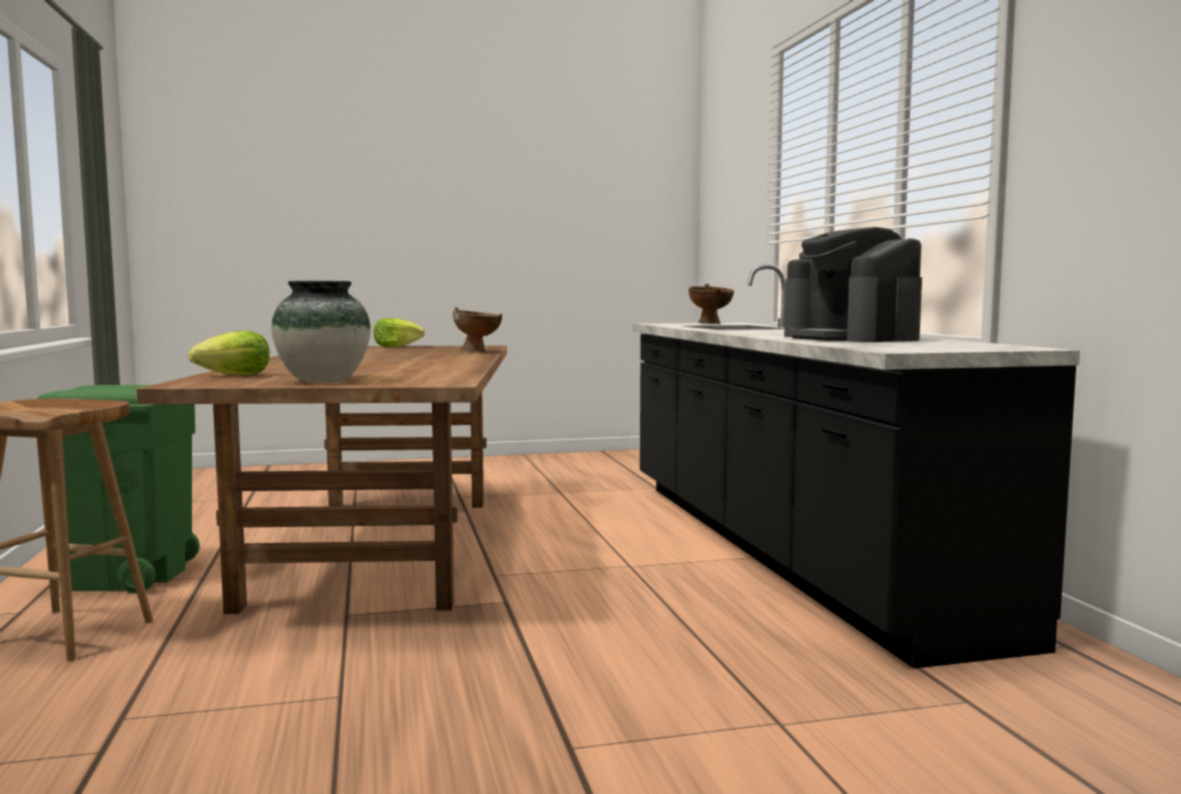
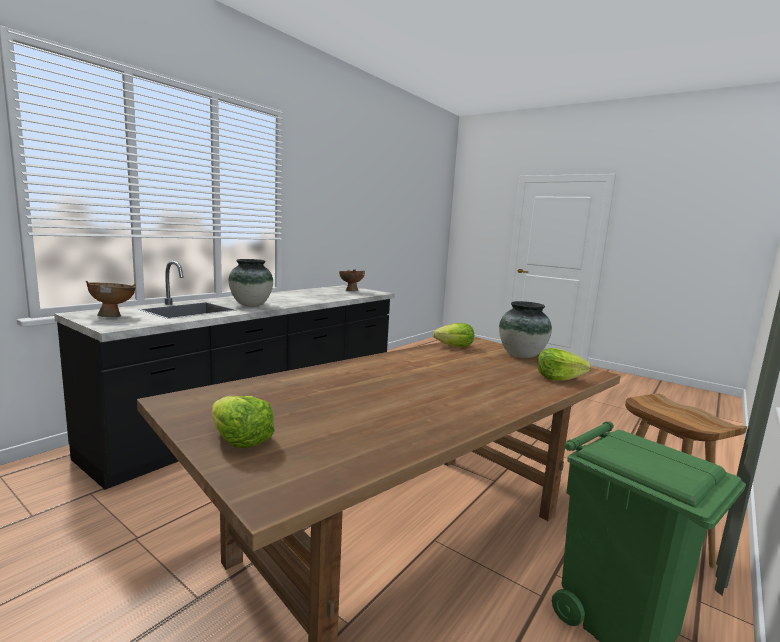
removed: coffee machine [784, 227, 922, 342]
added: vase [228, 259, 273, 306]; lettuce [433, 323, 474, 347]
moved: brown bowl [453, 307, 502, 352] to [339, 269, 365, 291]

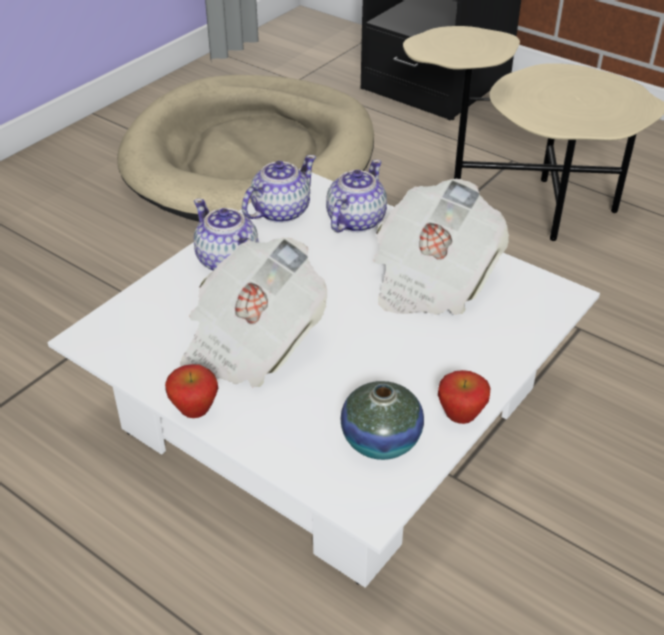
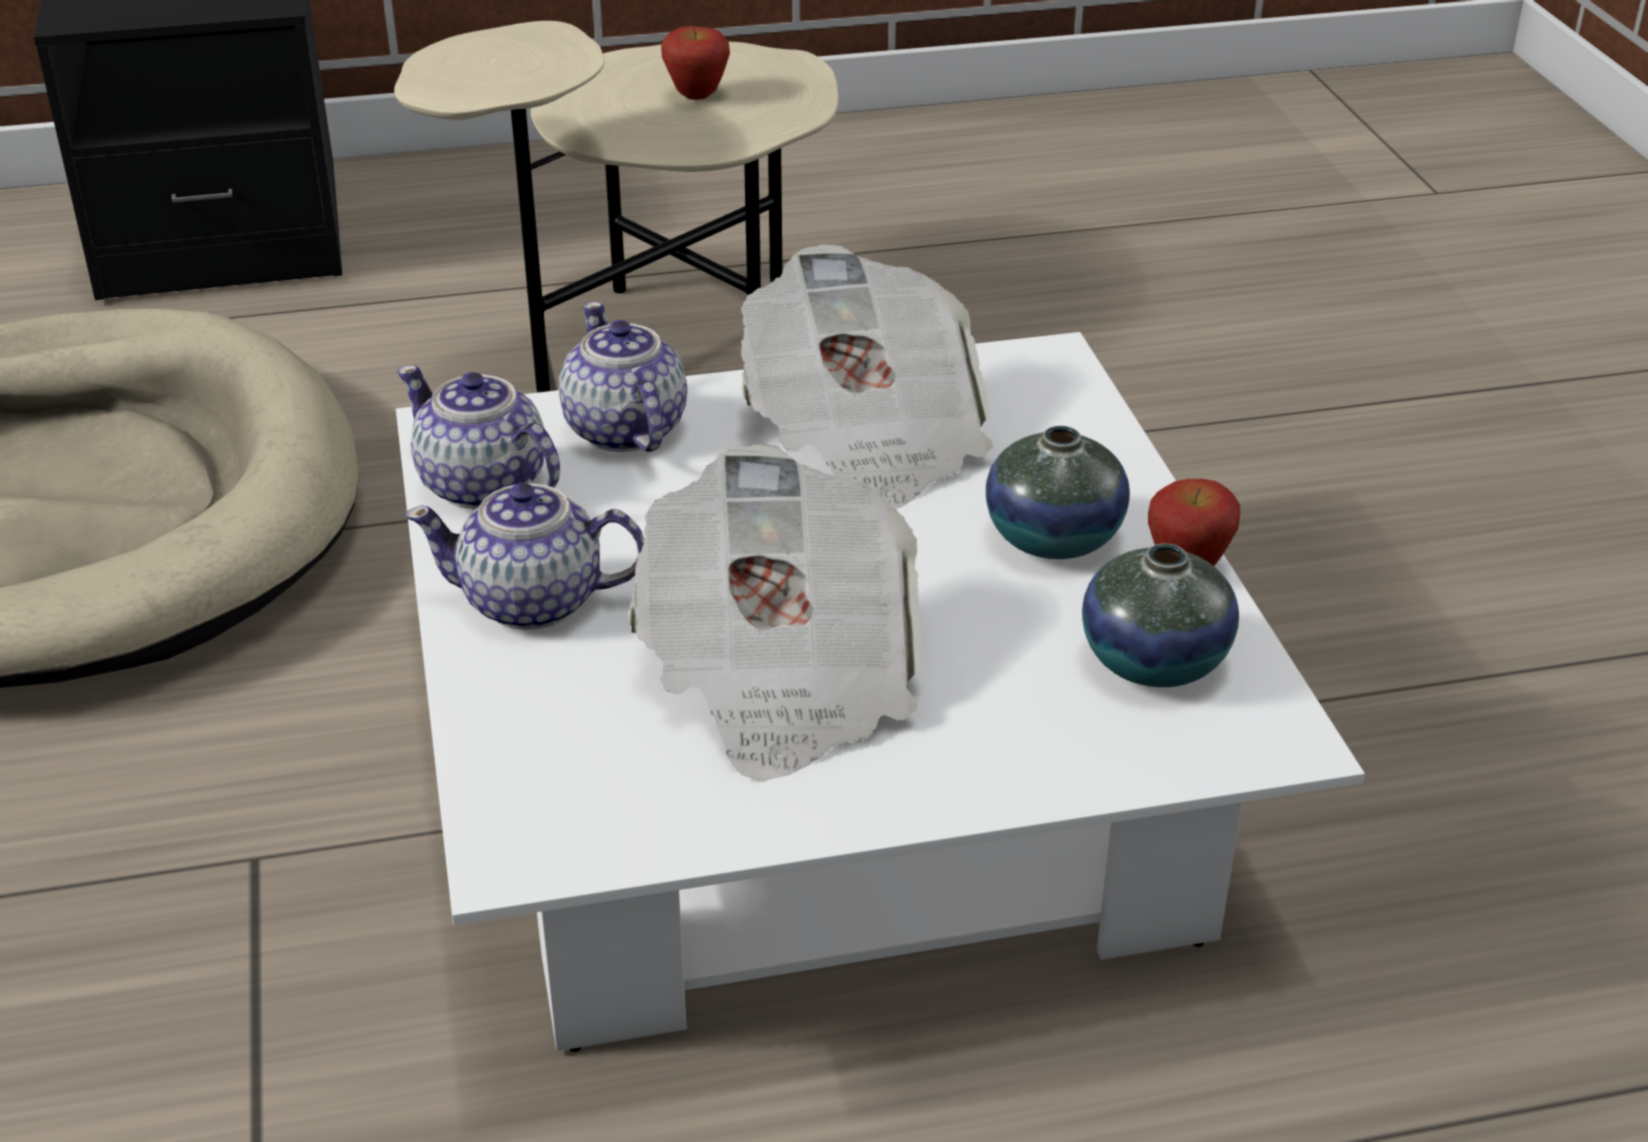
added: vase [986, 426, 1130, 559]
moved: apple [165, 364, 218, 418] to [661, 26, 730, 100]
turned: teapot [242, 155, 316, 223] = [397, 366, 560, 509] 45 degrees counterclockwise

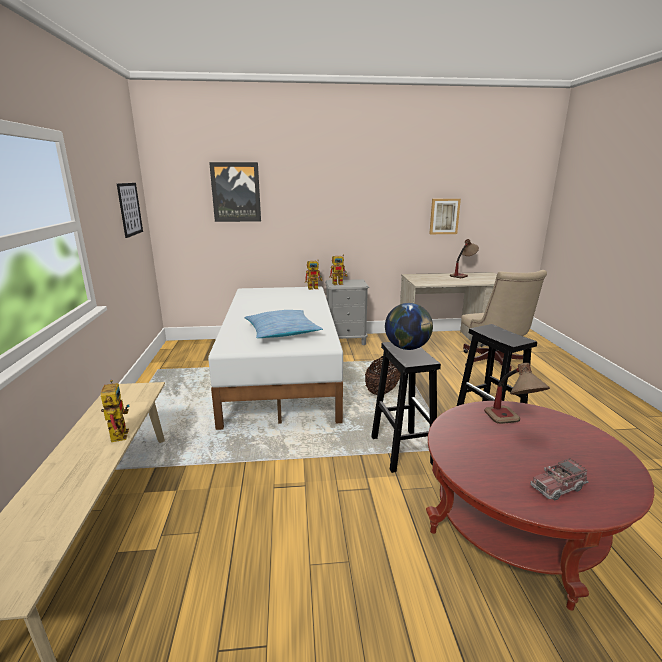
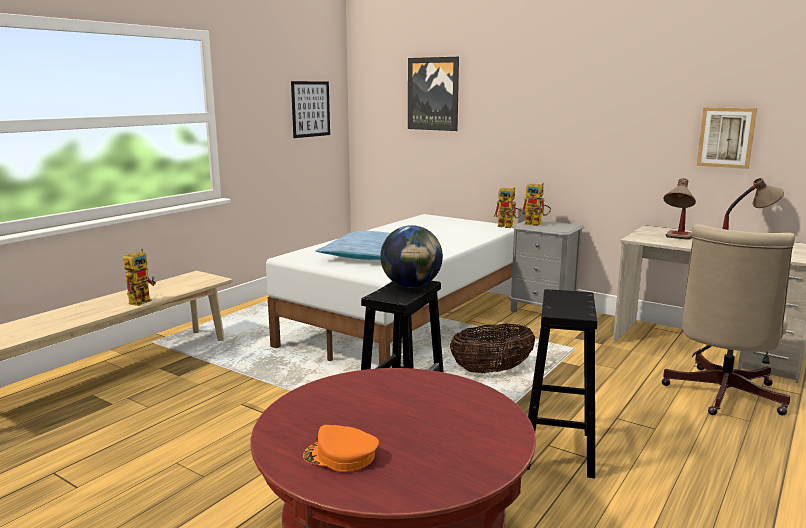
moved: table lamp [484, 363, 550, 424] to [663, 178, 696, 240]
replaced: toy truck [530, 458, 589, 501] to orange cap [303, 425, 379, 472]

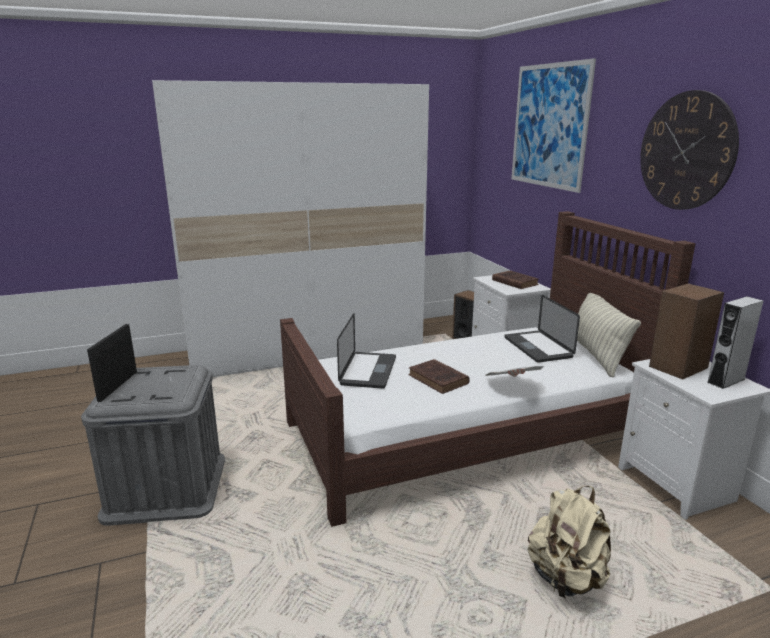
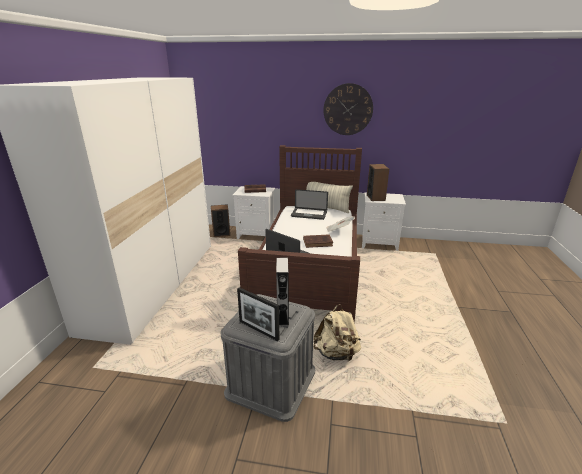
removed: picture [512, 58, 596, 193]
moved: beige backpack [528, 486, 611, 599] to [313, 304, 361, 361]; grey speaker [707, 296, 763, 389] to [276, 258, 289, 326]

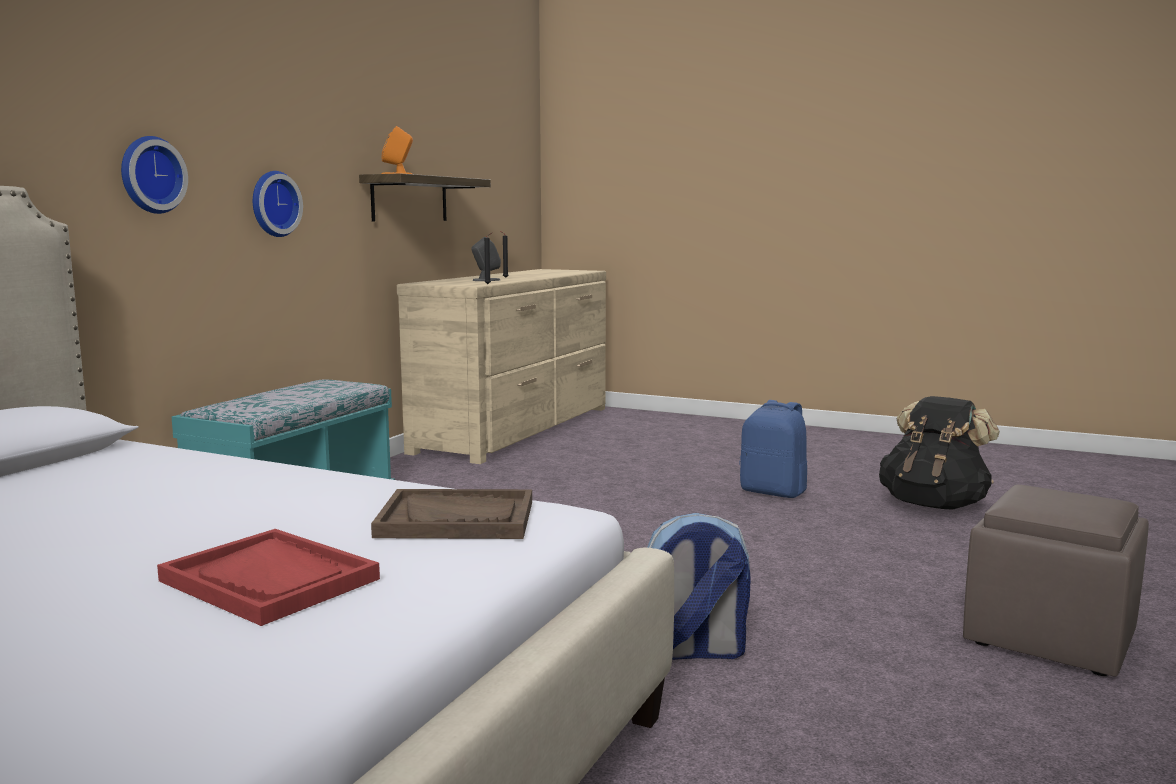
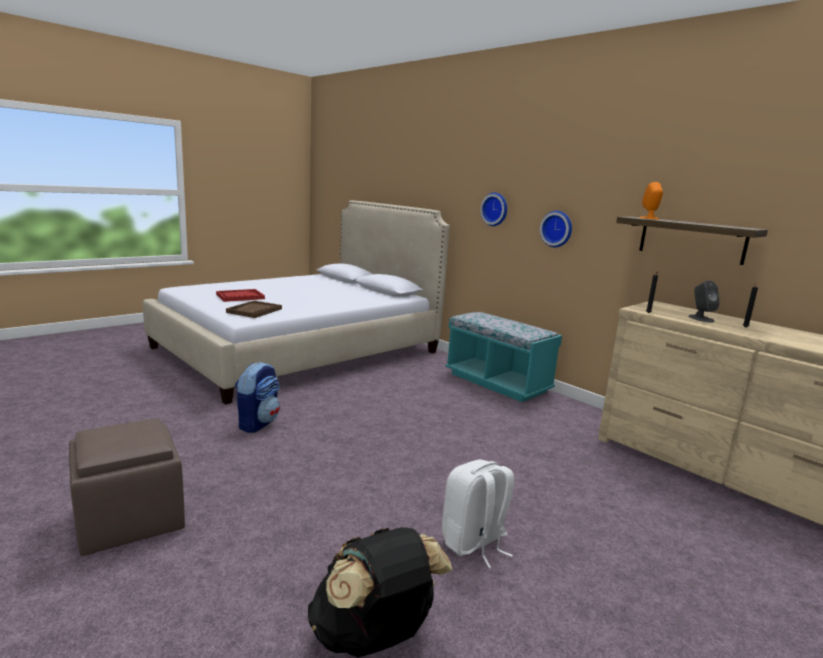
recoloured: blue backpack [740, 400, 807, 498] to white backpack [442, 459, 514, 568]

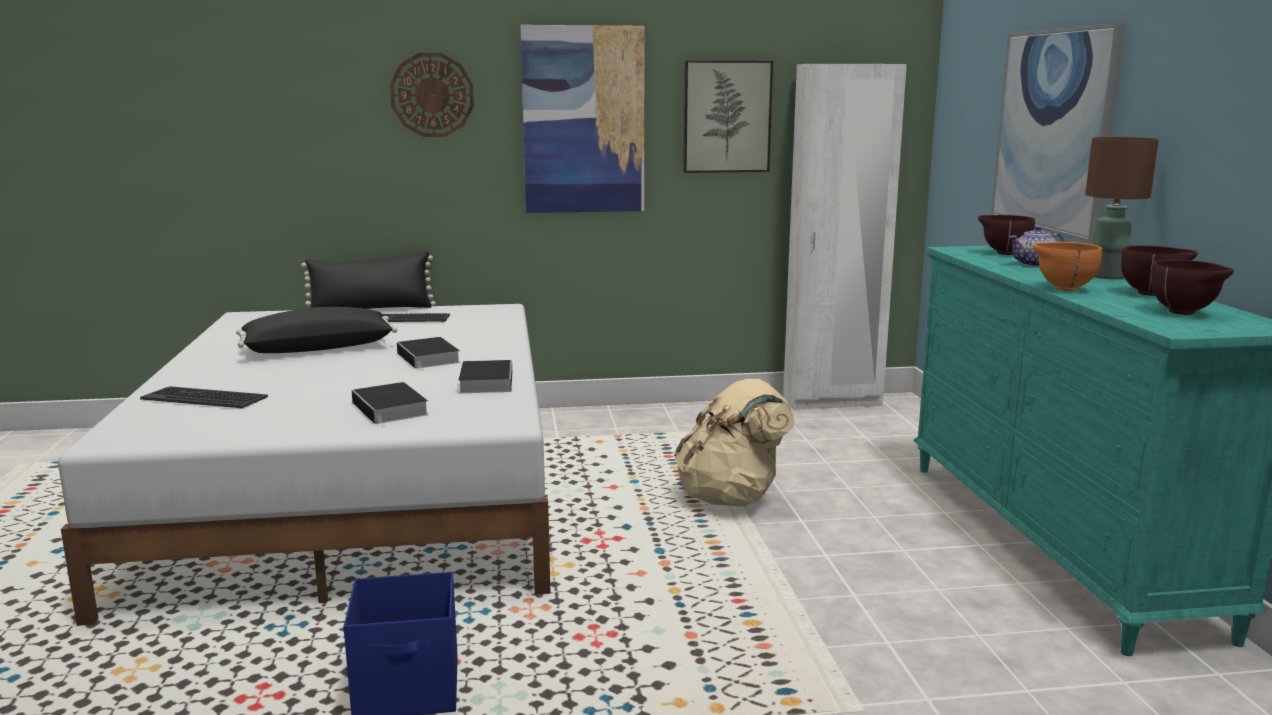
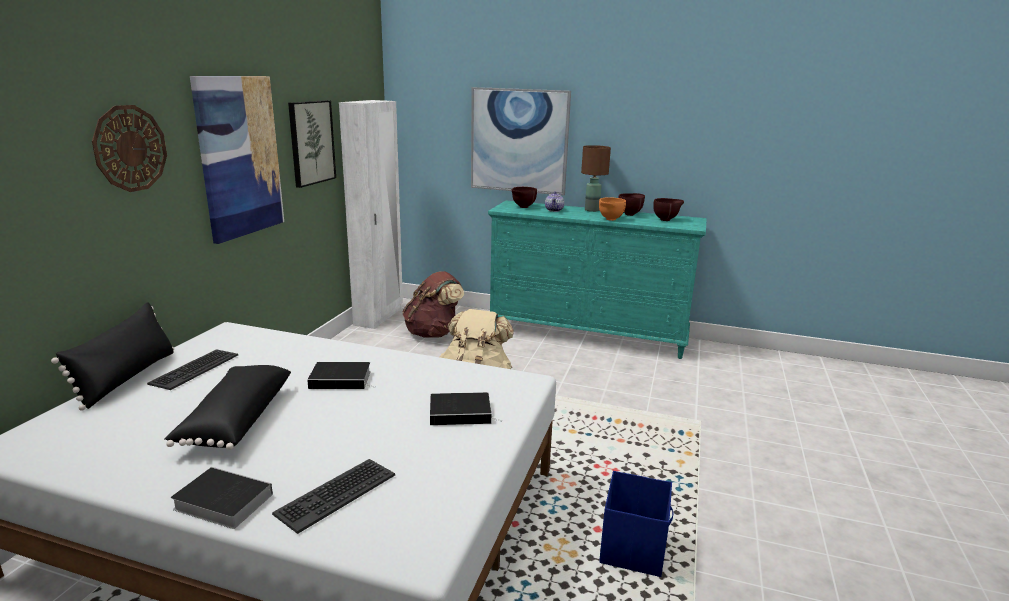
added: brown backpack [402, 271, 464, 337]
moved: book [459, 360, 512, 393] to [171, 467, 273, 529]

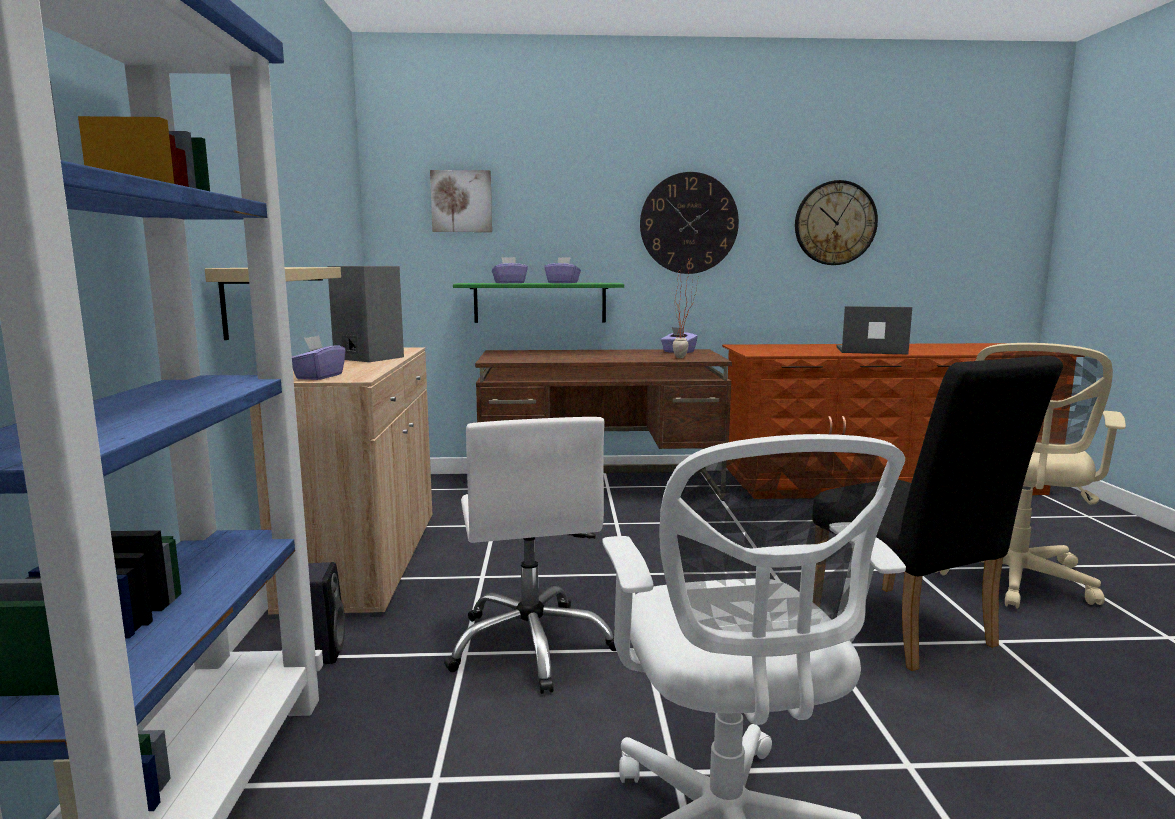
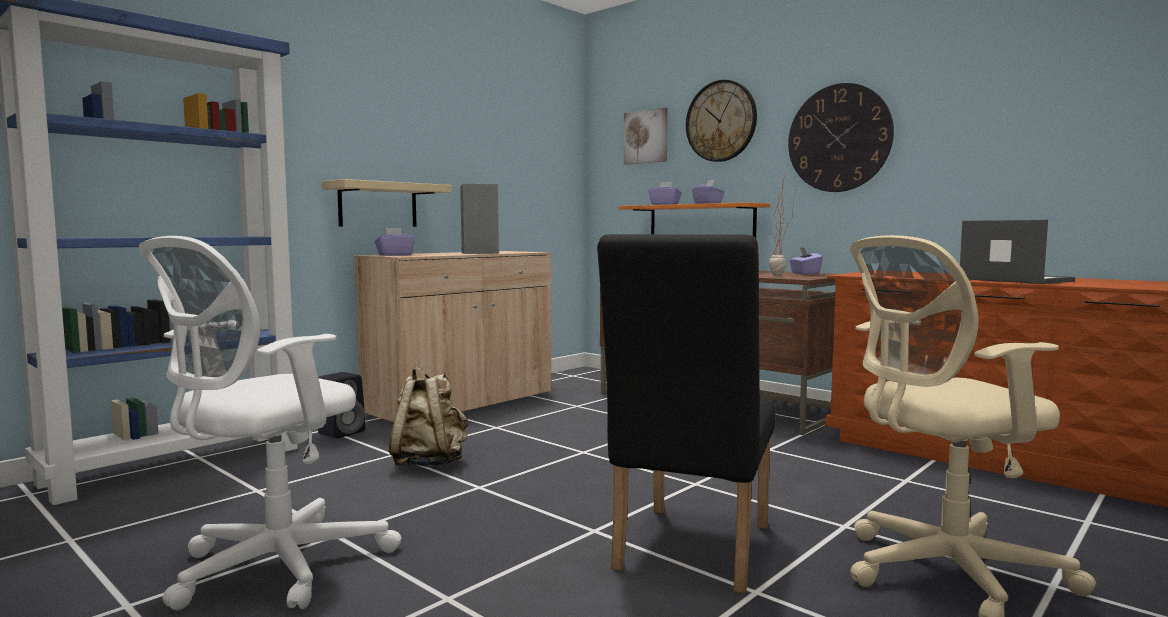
moved: wall clock [795, 180, 878, 265] to [686, 80, 757, 162]
replaced: white office chair [444, 417, 616, 694] to beige backpack [389, 367, 468, 467]
recoloured: green shelf [453, 283, 624, 323] to orange shelf [618, 202, 770, 237]

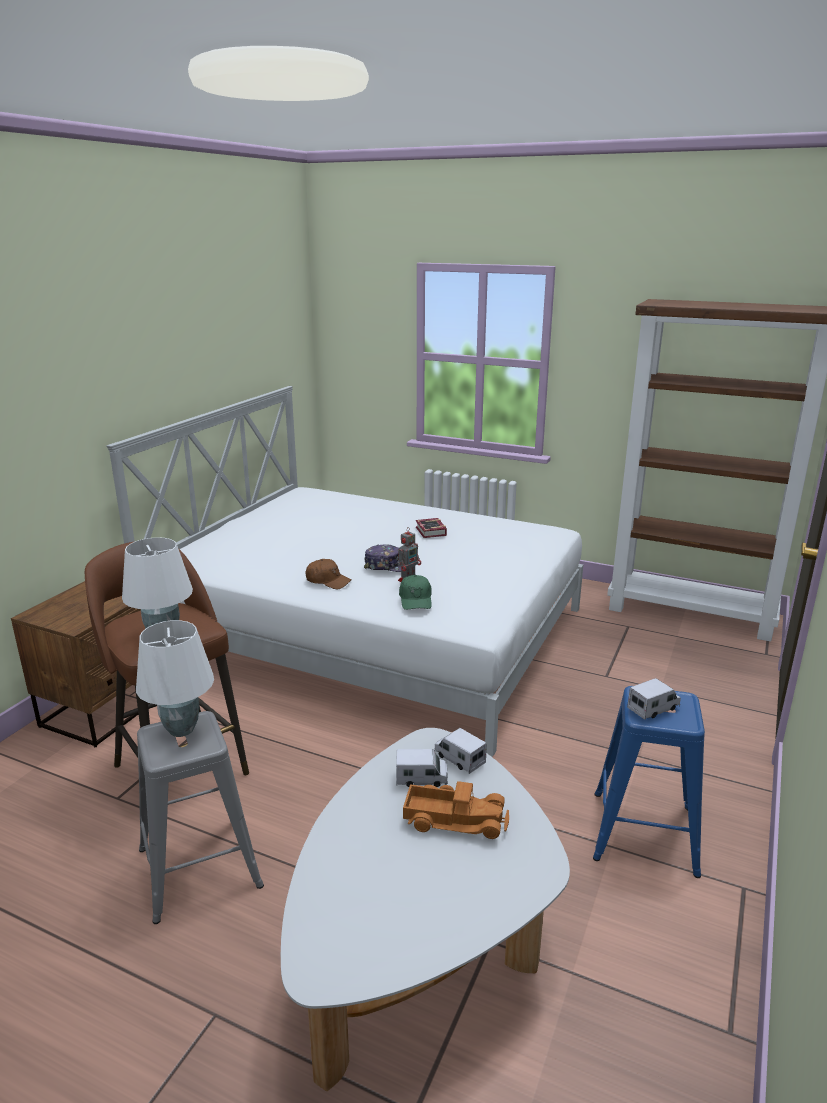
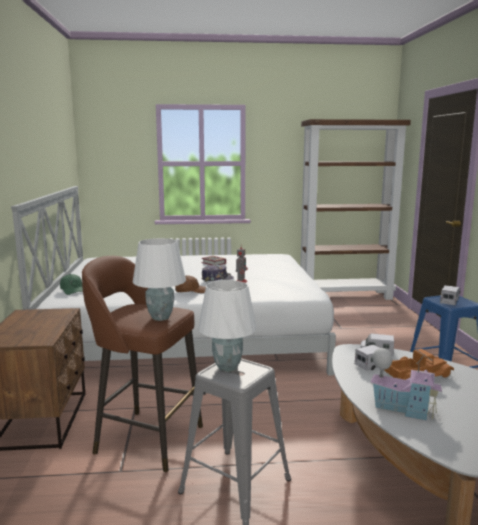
added: toy house [370, 348, 442, 421]
moved: green cap [399, 575, 432, 610] to [60, 274, 83, 295]

